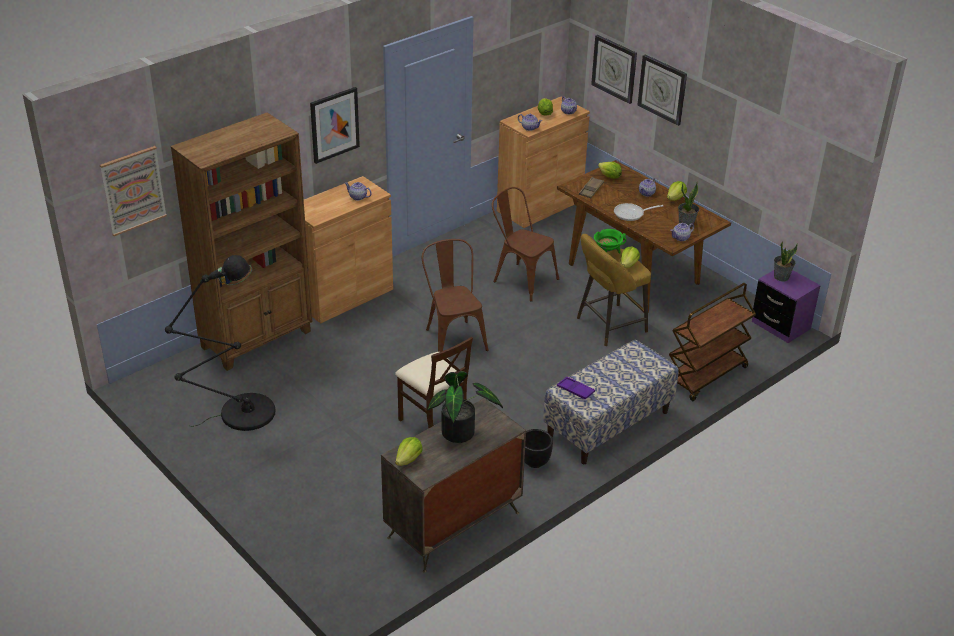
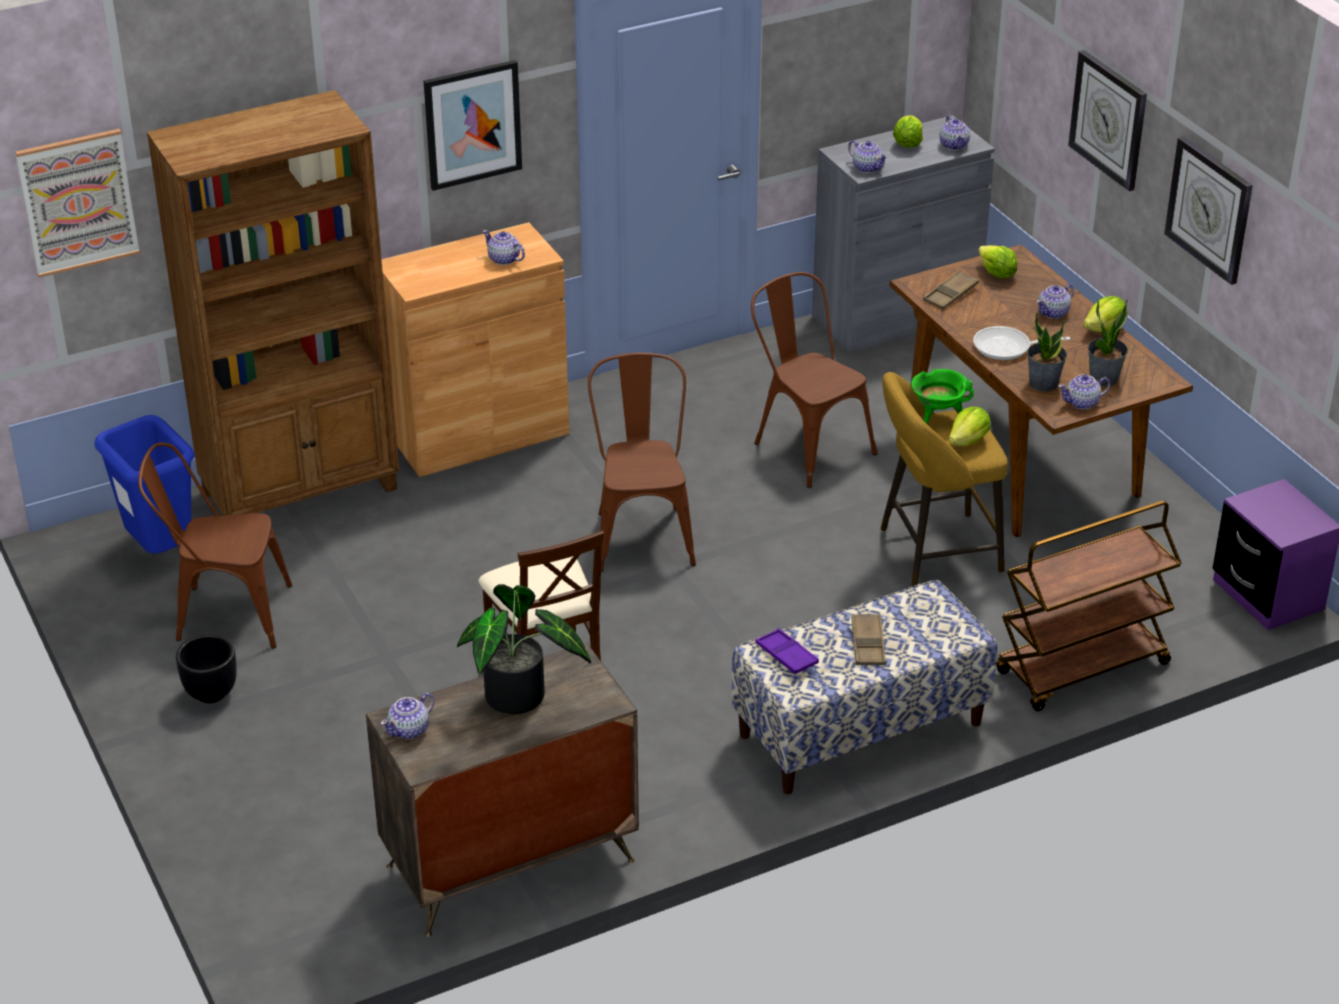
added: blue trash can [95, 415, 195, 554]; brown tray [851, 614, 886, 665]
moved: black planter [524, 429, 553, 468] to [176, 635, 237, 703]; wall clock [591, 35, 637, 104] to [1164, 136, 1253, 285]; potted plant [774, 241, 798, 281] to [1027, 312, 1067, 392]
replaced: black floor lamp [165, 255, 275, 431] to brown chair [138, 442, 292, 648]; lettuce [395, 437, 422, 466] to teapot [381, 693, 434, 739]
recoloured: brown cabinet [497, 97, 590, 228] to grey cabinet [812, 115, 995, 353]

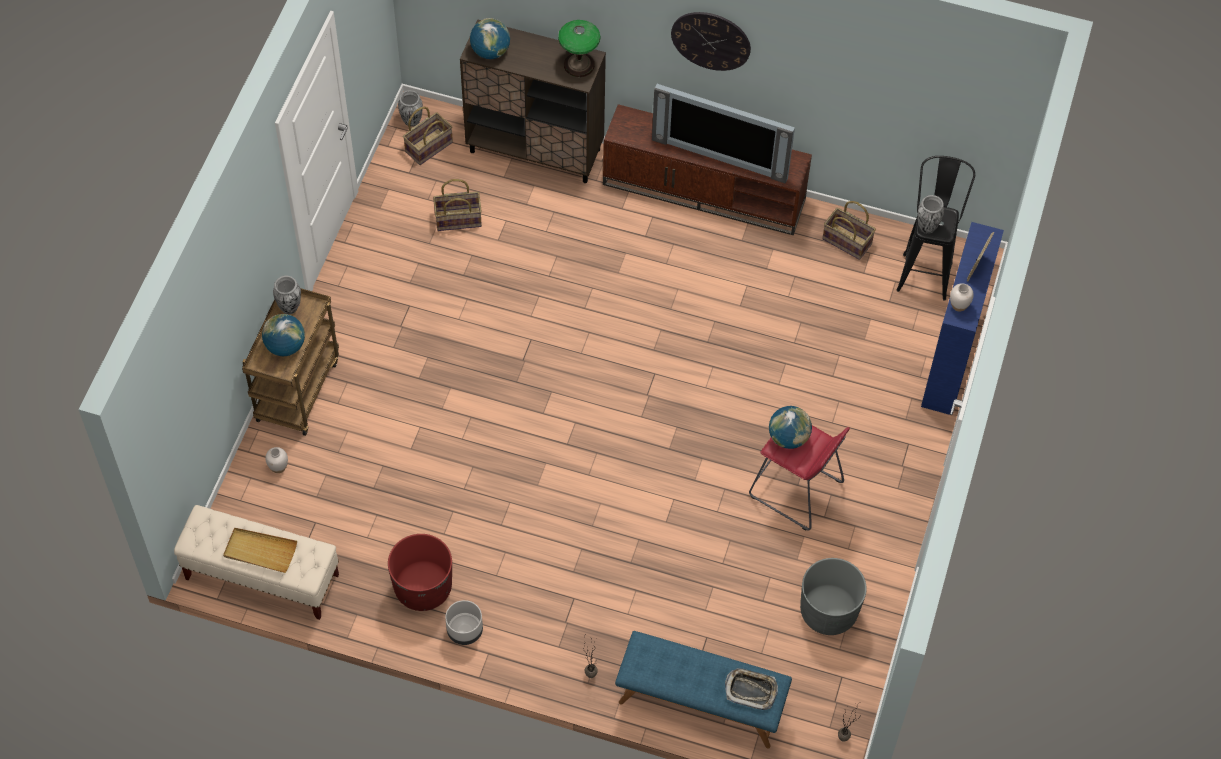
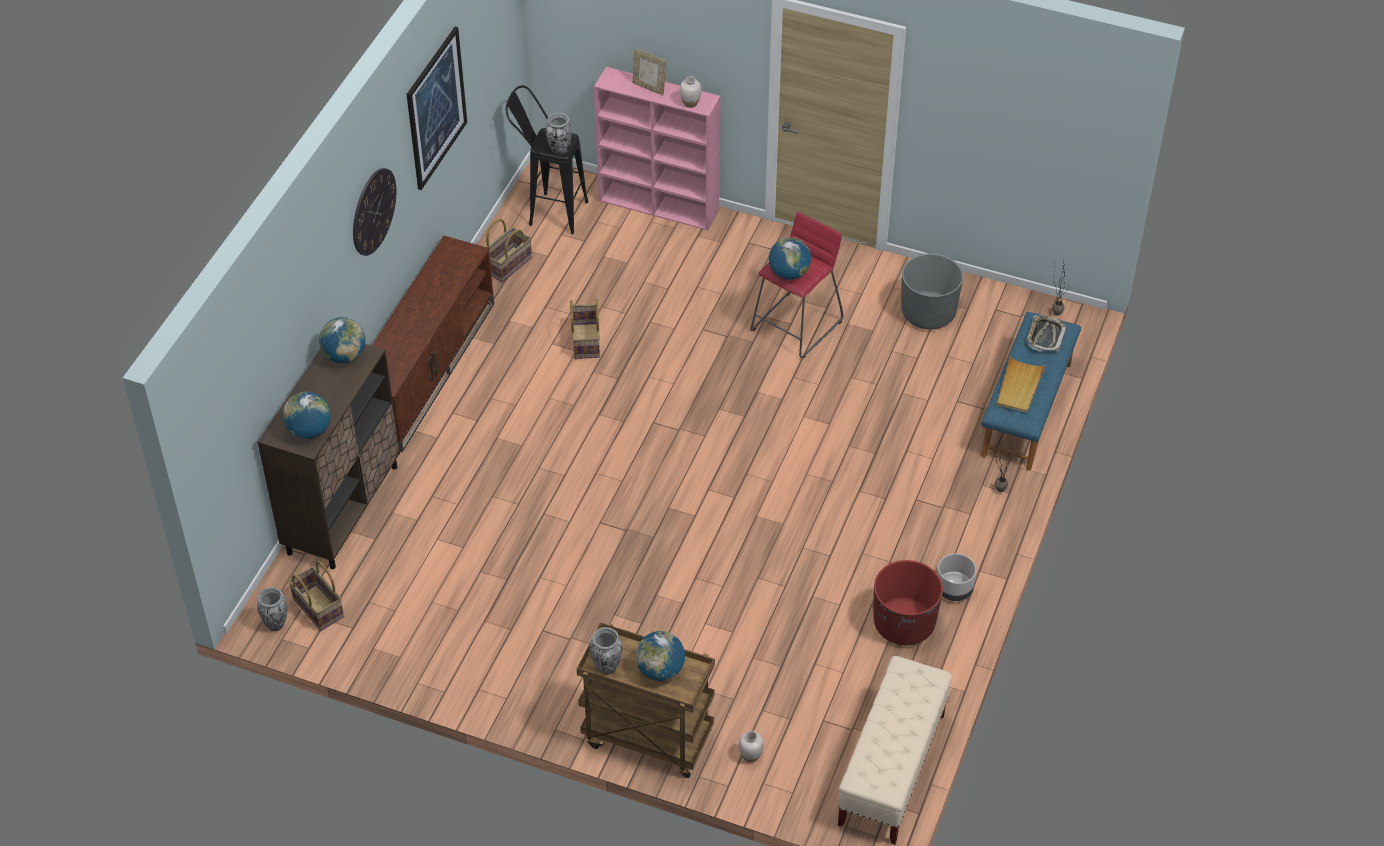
removed: television [652, 84, 795, 184]
added: picture [406, 26, 467, 190]
moved: beige tray [223, 528, 297, 573] to [996, 356, 1046, 413]; basket [433, 179, 482, 231] to [570, 299, 600, 359]
replaced: table lamp [558, 20, 600, 77] to globe [319, 317, 366, 363]
recoloured: blue bookcase [921, 222, 1004, 415] to pink bookcase [594, 67, 721, 230]

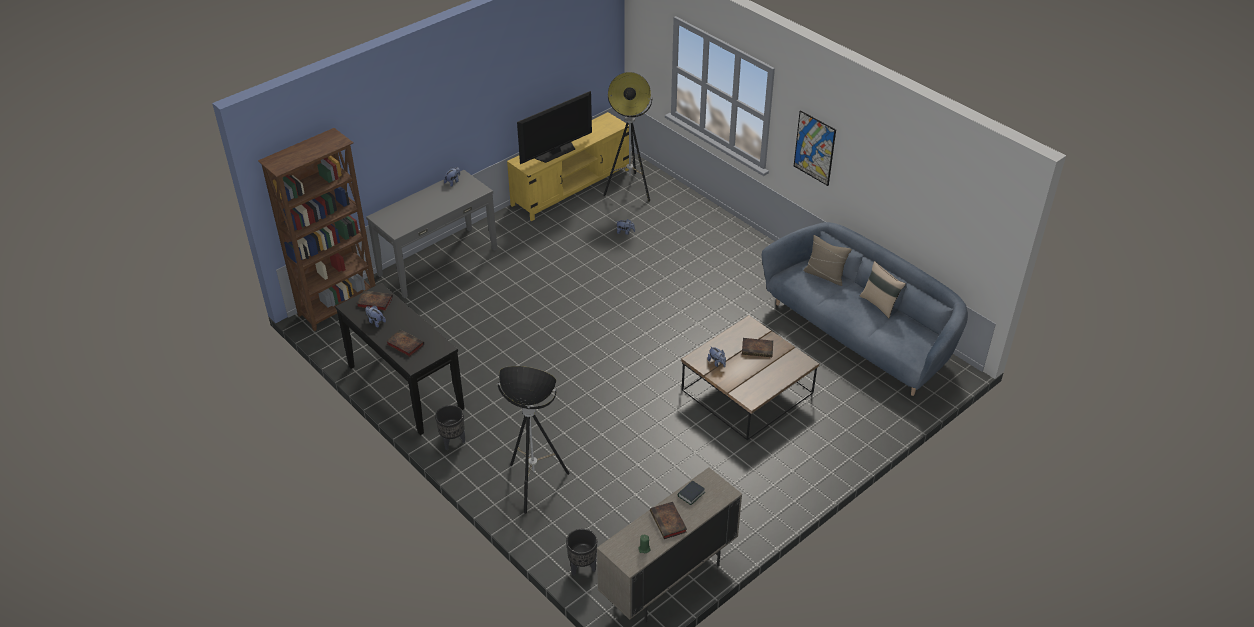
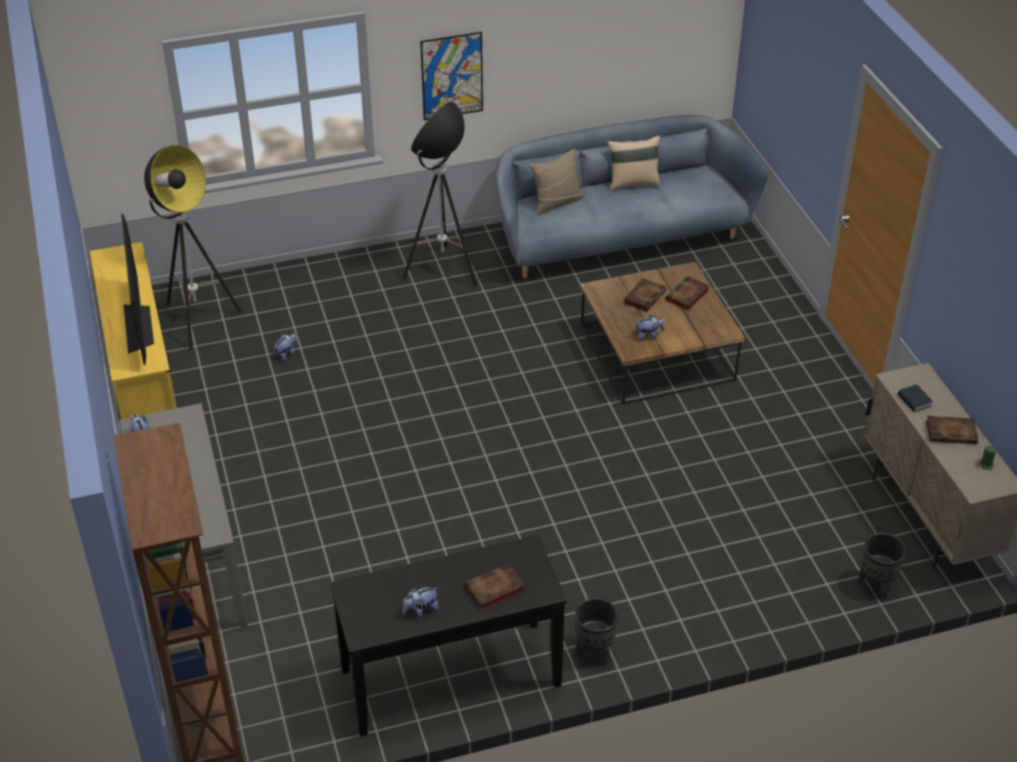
moved: book [356, 290, 393, 311] to [665, 276, 709, 311]; floor lamp [497, 366, 570, 514] to [403, 101, 477, 287]

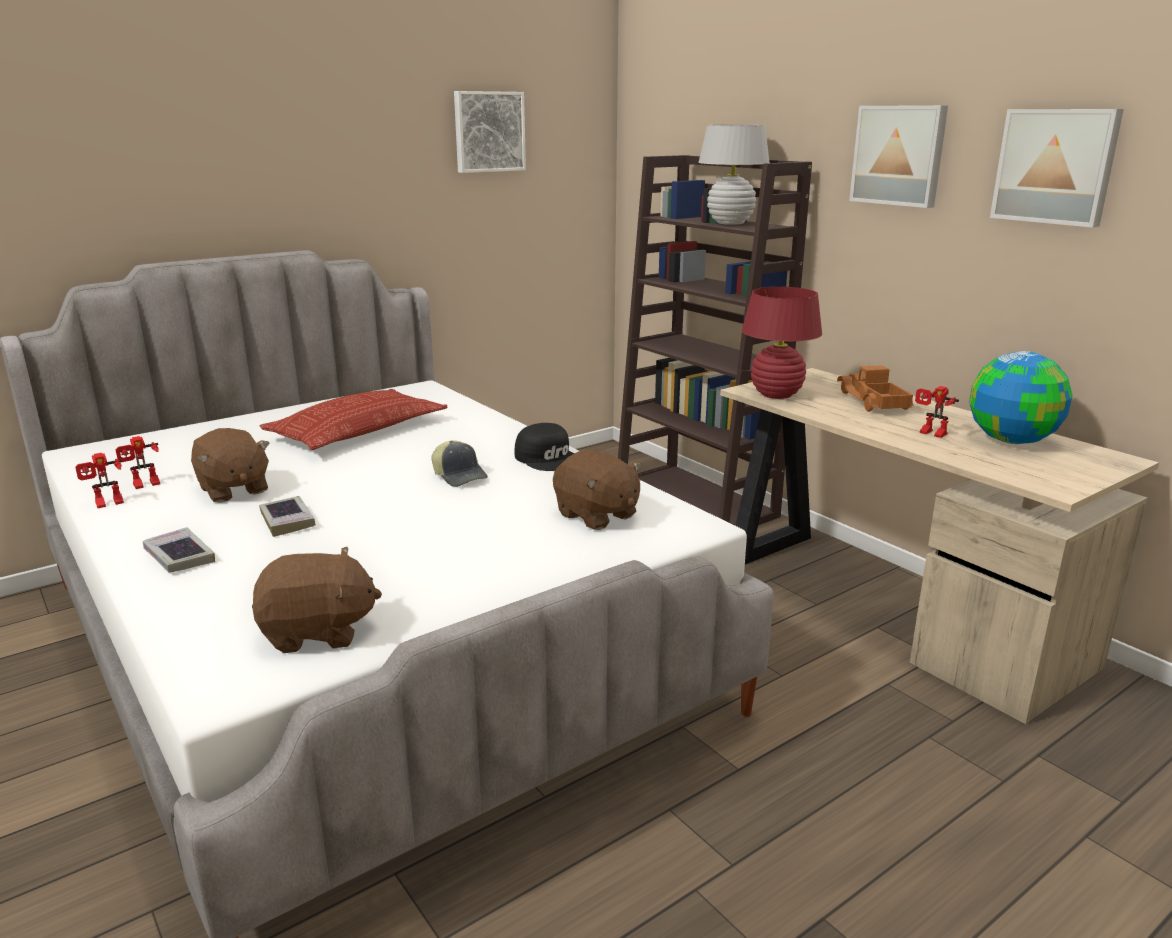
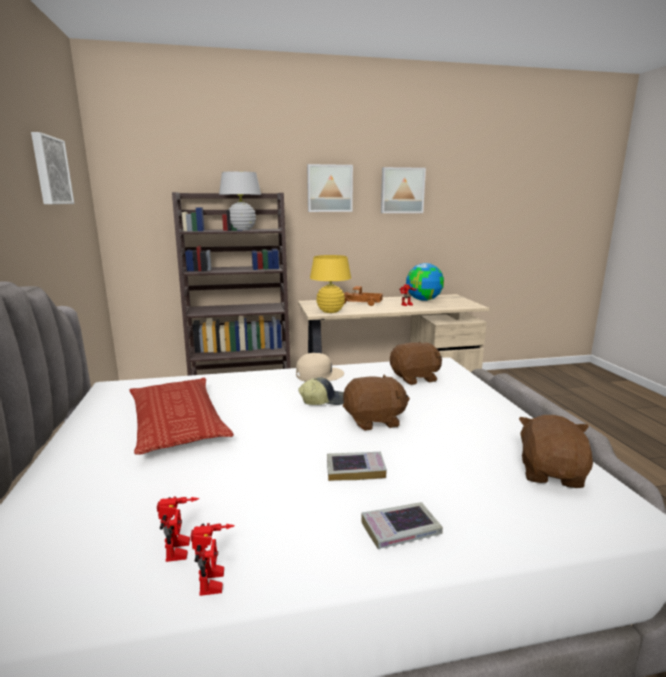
moved: brown plush toy [191, 428, 270, 503] to [343, 374, 410, 431]
recoloured: black cap [514, 423, 575, 471] to beige cap [296, 353, 344, 381]; red table lamp [742, 287, 822, 399] to yellow table lamp [310, 255, 351, 313]

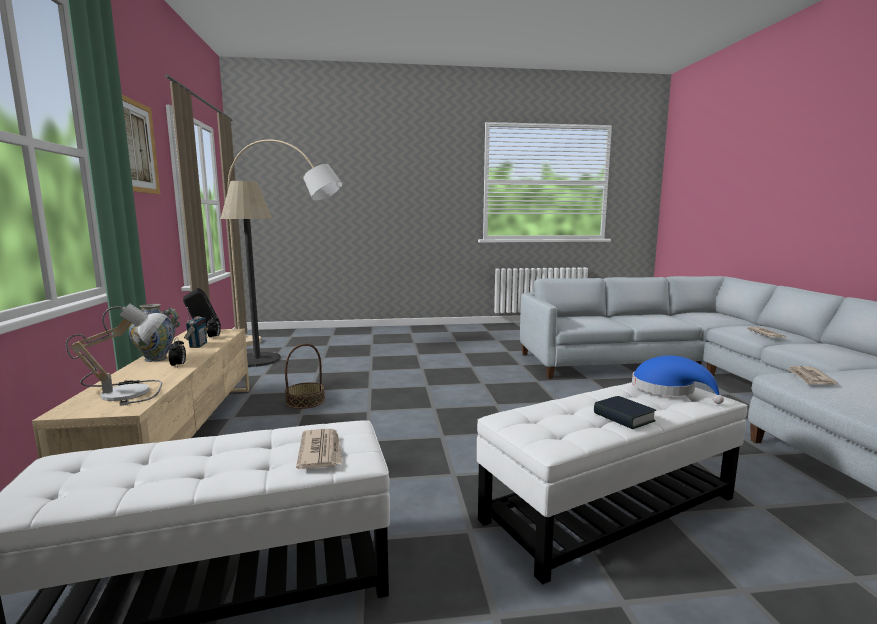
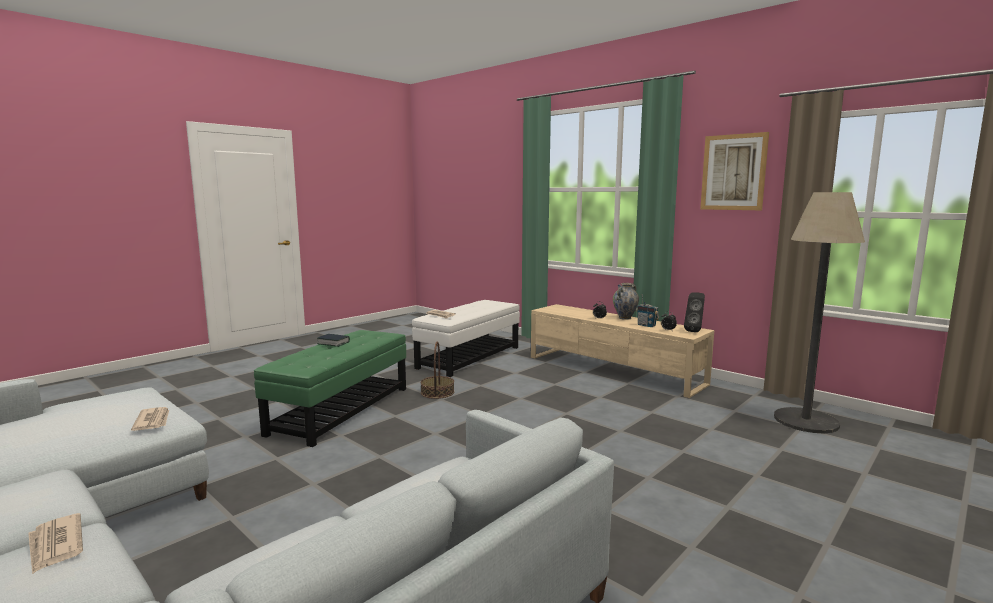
removed: table lamp [66, 304, 167, 406]; beige floor lamp [228, 139, 342, 346]; blue hat [632, 356, 724, 404]
moved: basket [285, 343, 325, 409] to [421, 341, 454, 399]
recoloured: white ottoman [477, 382, 748, 585] to green ottoman [254, 330, 406, 447]

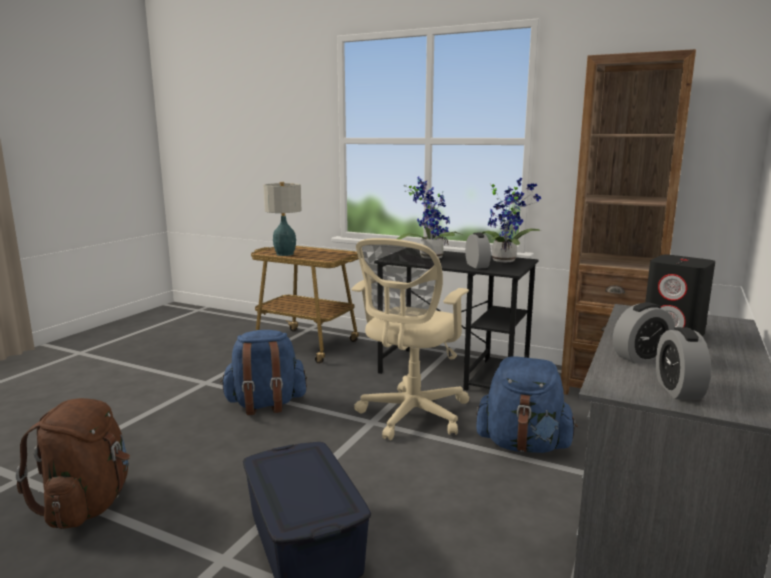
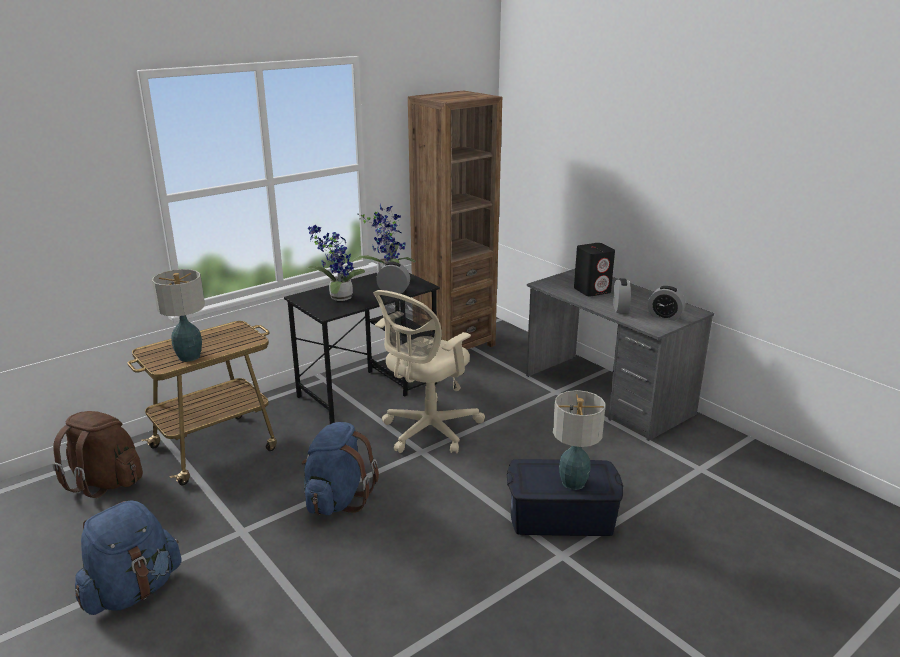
added: table lamp [553, 390, 606, 490]
moved: brown backpack [16, 398, 130, 529] to [53, 411, 143, 498]; blue backpack [476, 356, 578, 453] to [75, 500, 182, 615]
turned: beige office chair [352, 238, 470, 440] = [373, 290, 485, 453] 75 degrees clockwise

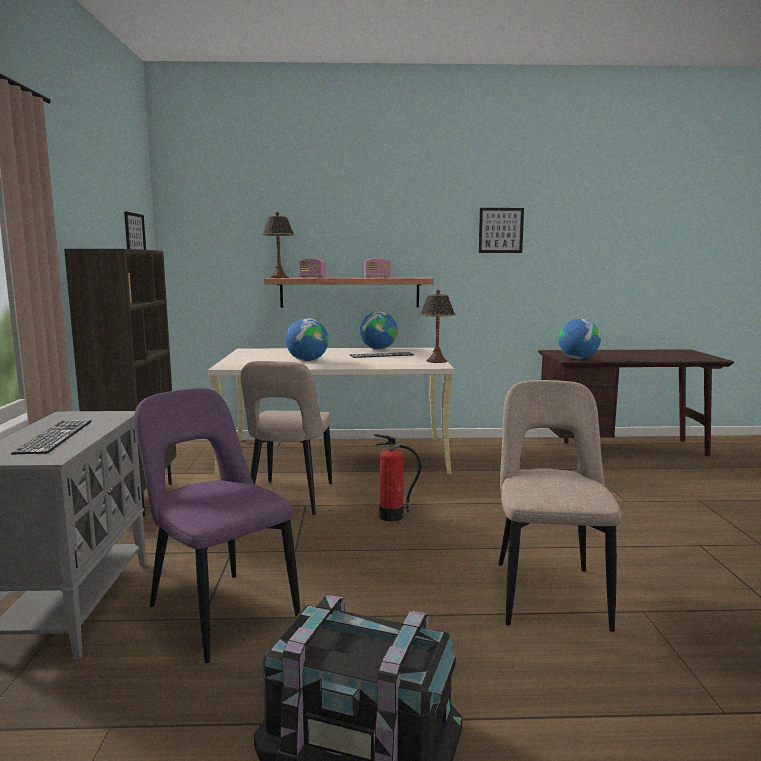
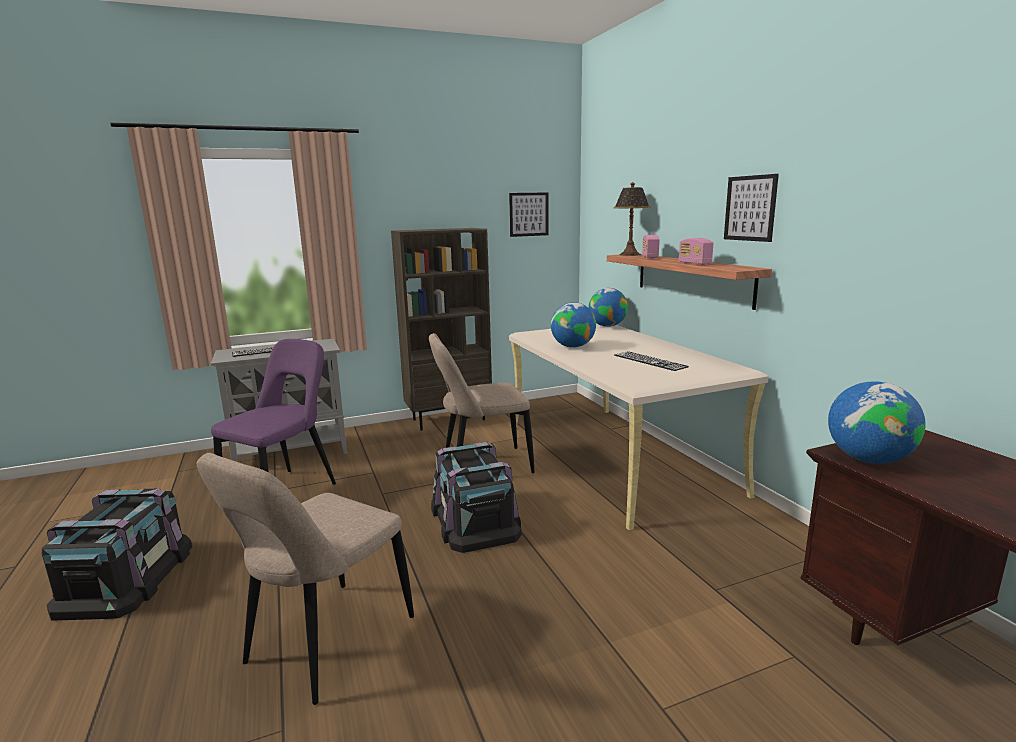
removed: table lamp [419, 290, 456, 363]
moved: globe [360, 311, 397, 349] to [589, 288, 628, 327]; picture [479, 208, 524, 253] to [724, 174, 779, 242]
replaced: fire extinguisher [374, 434, 422, 522] to black storage box [431, 442, 522, 553]
turned: beige chair [498, 380, 621, 632] = [197, 453, 414, 705] 135 degrees clockwise

